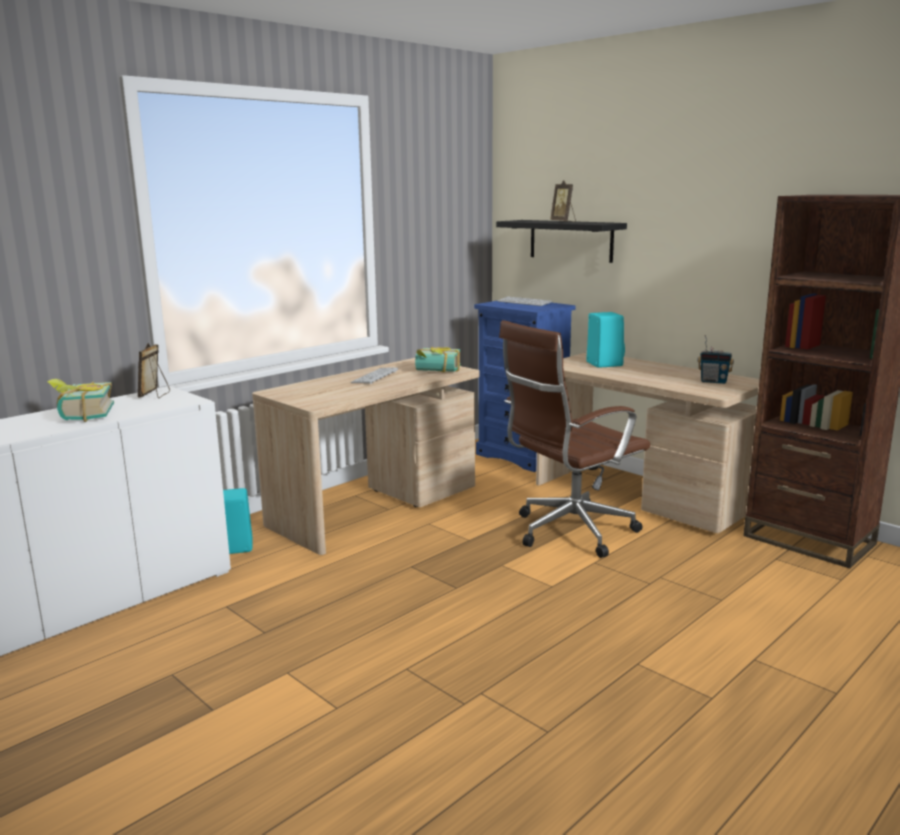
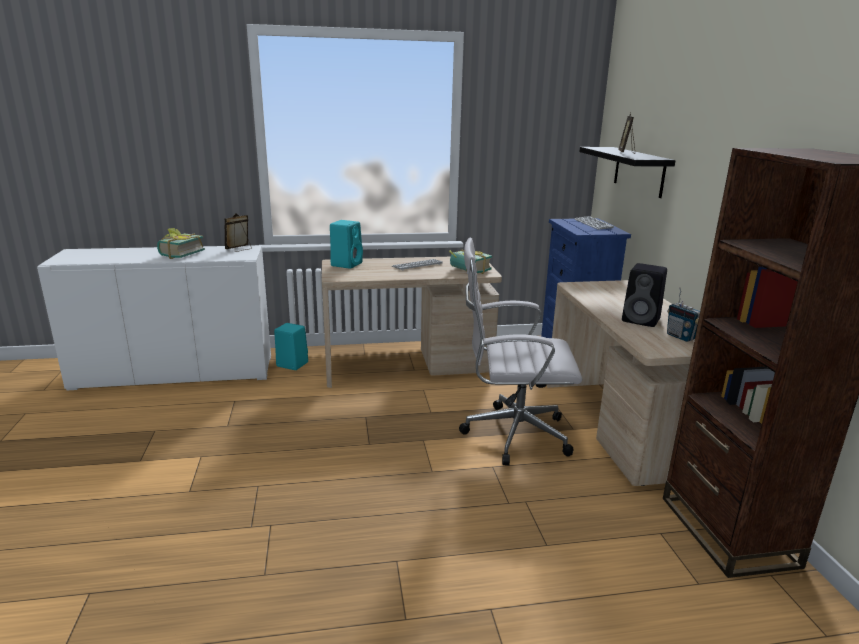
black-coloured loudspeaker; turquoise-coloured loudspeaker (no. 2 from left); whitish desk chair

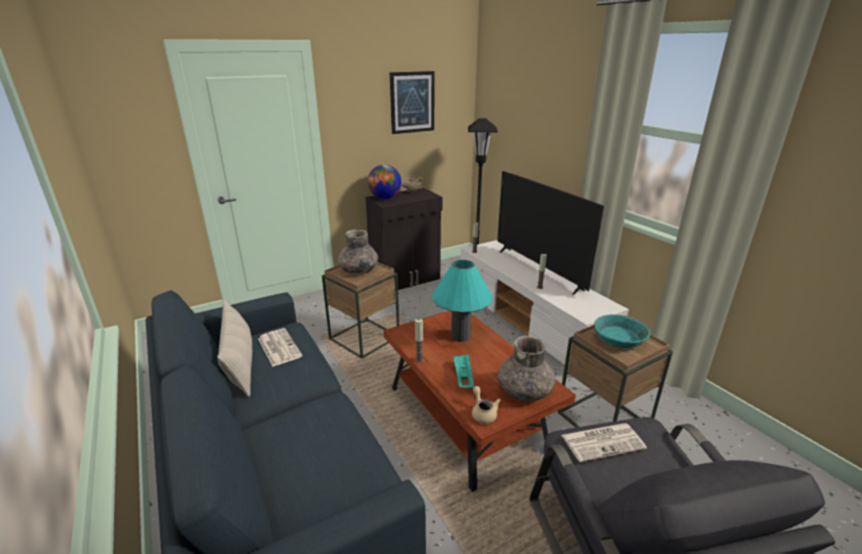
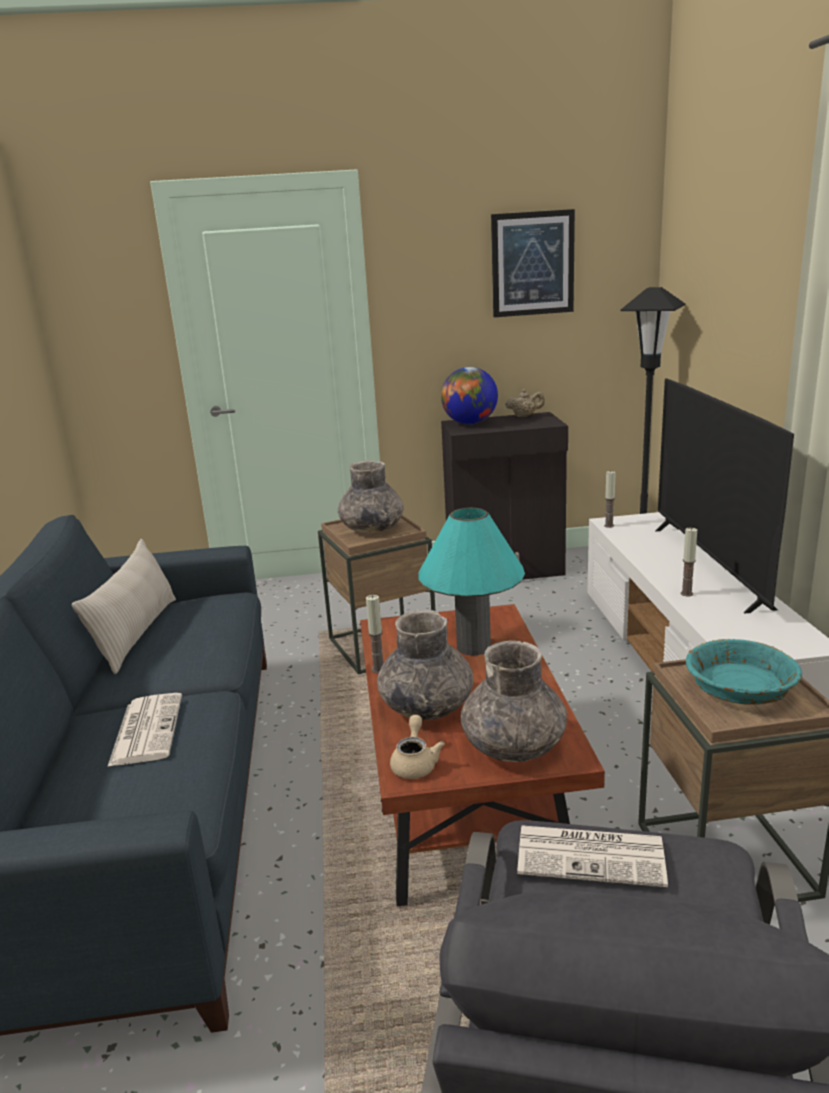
daily paper (no. 1 from left); greyish flower vase (no. 2 from left)

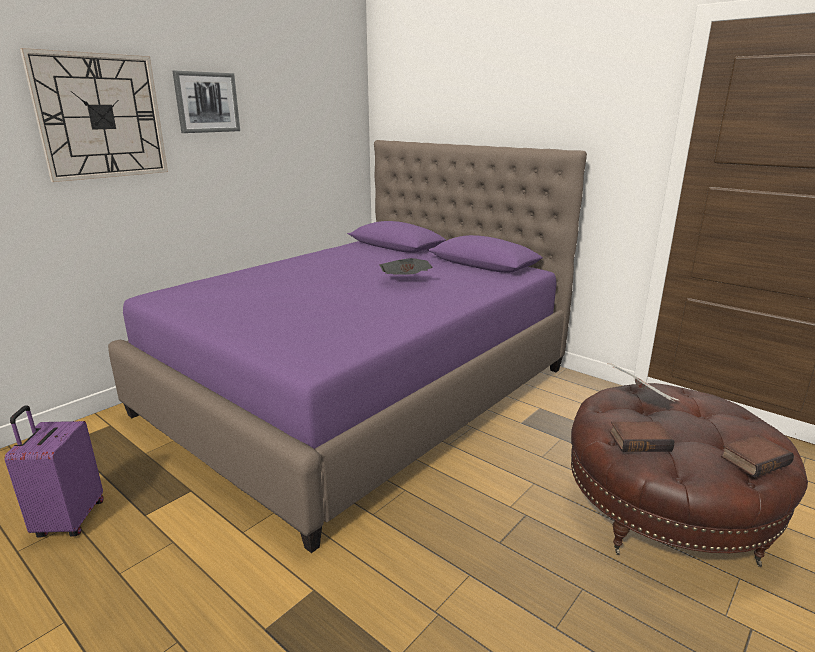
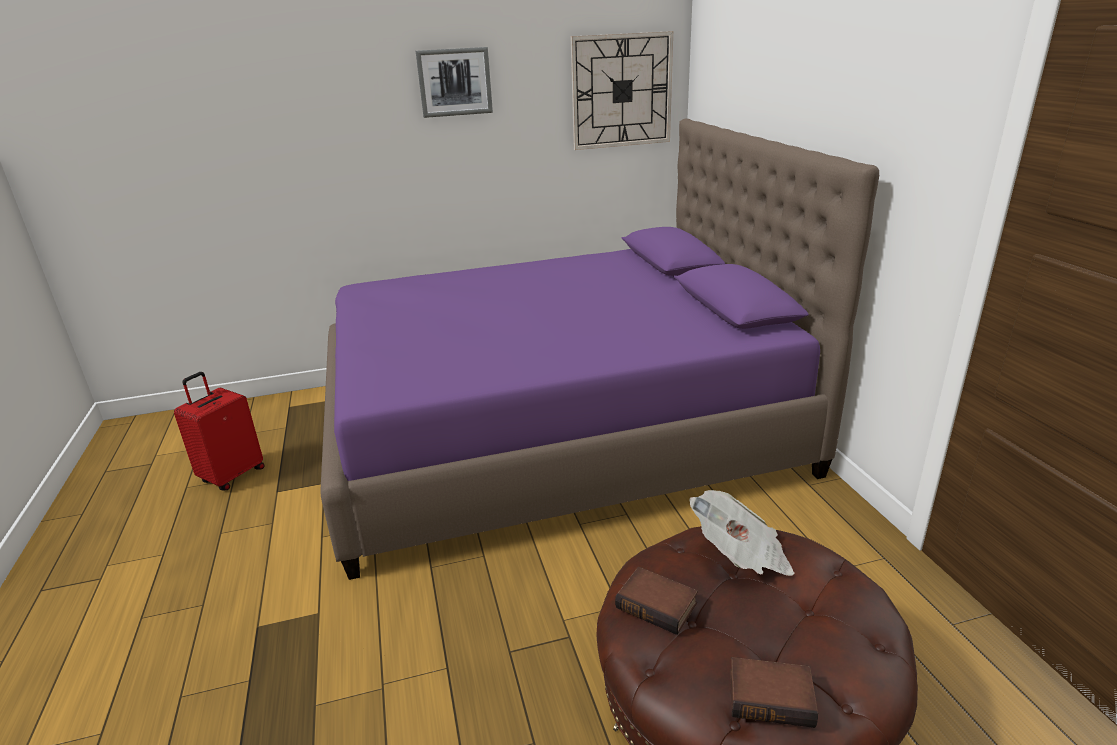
daily paper (no. 1 from left in the first image); clock on the wall; red travel case

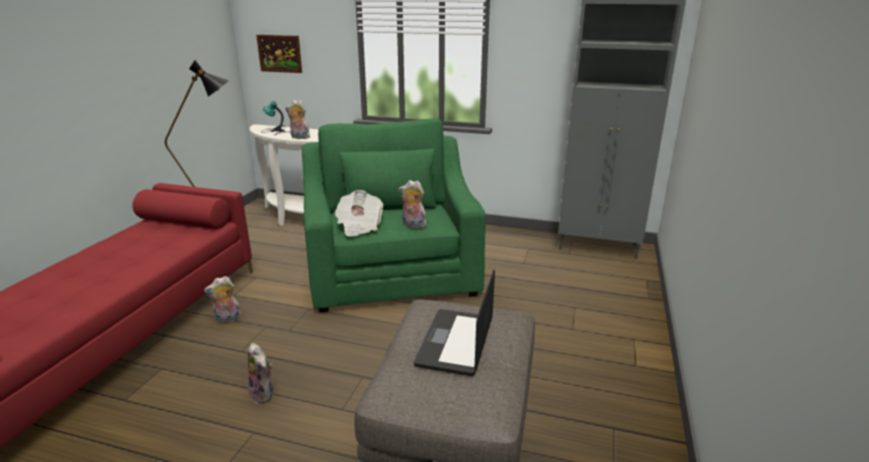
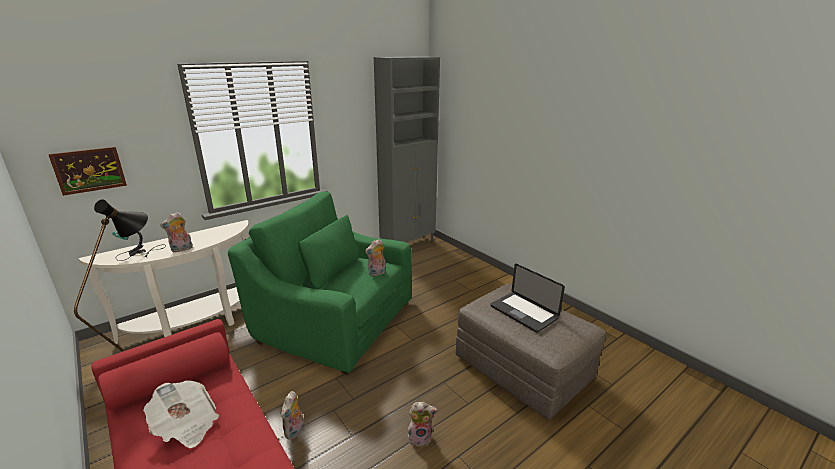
daily paper

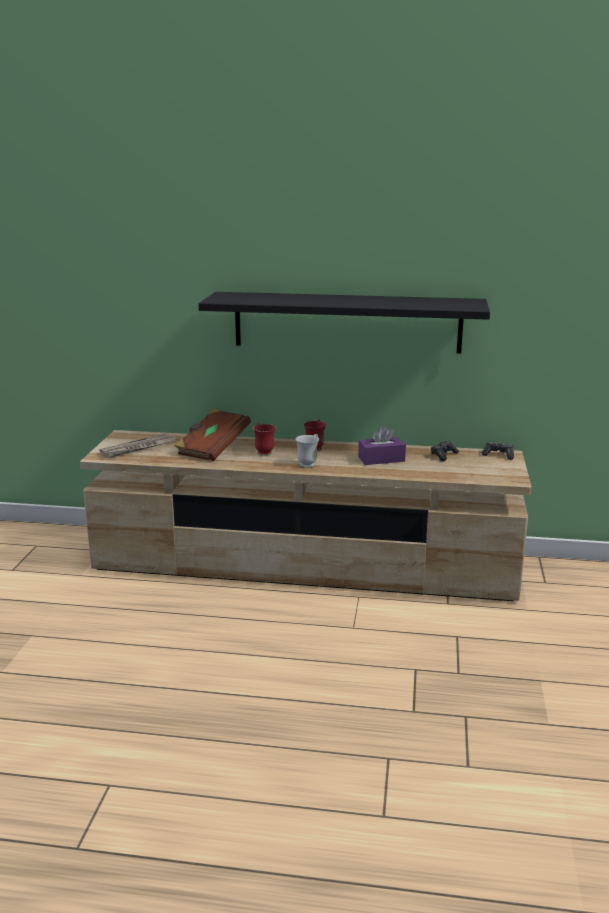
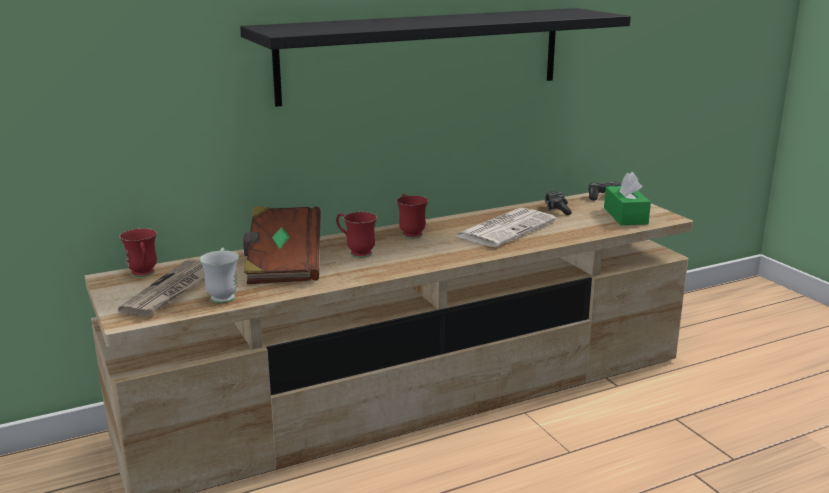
red tea mug (no. 1 from left); green-coloured tissue holder; whitish tea mug; daily paper (no. 2 from left)

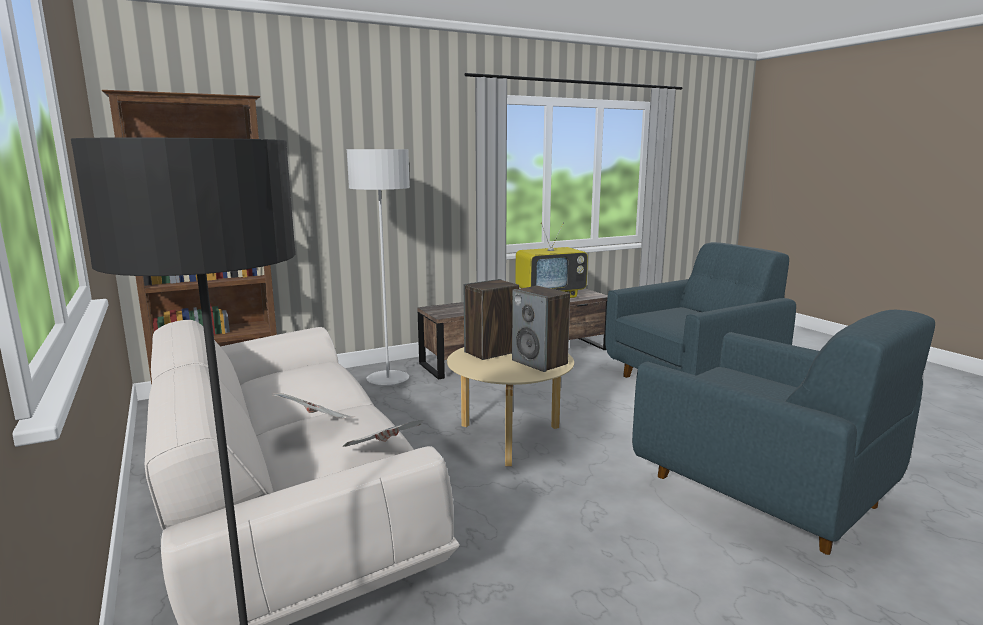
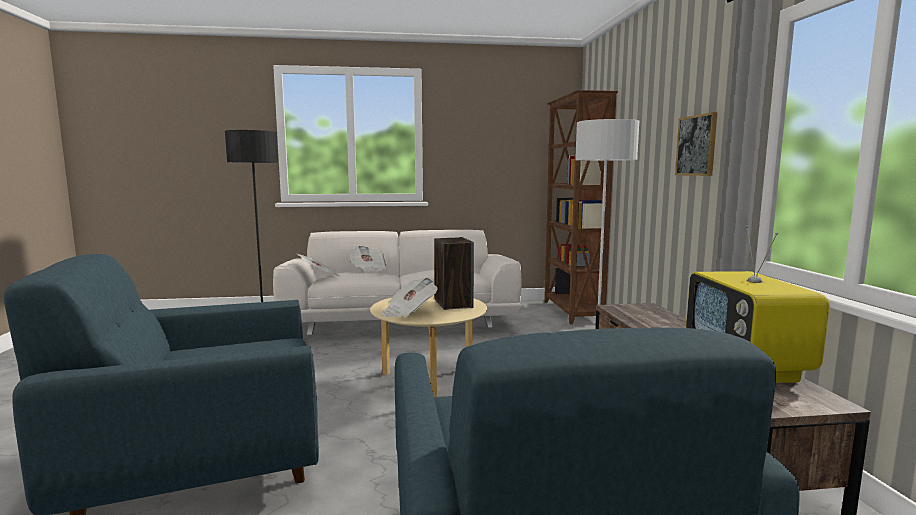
wall picture; daily paper (no. 3 from left)

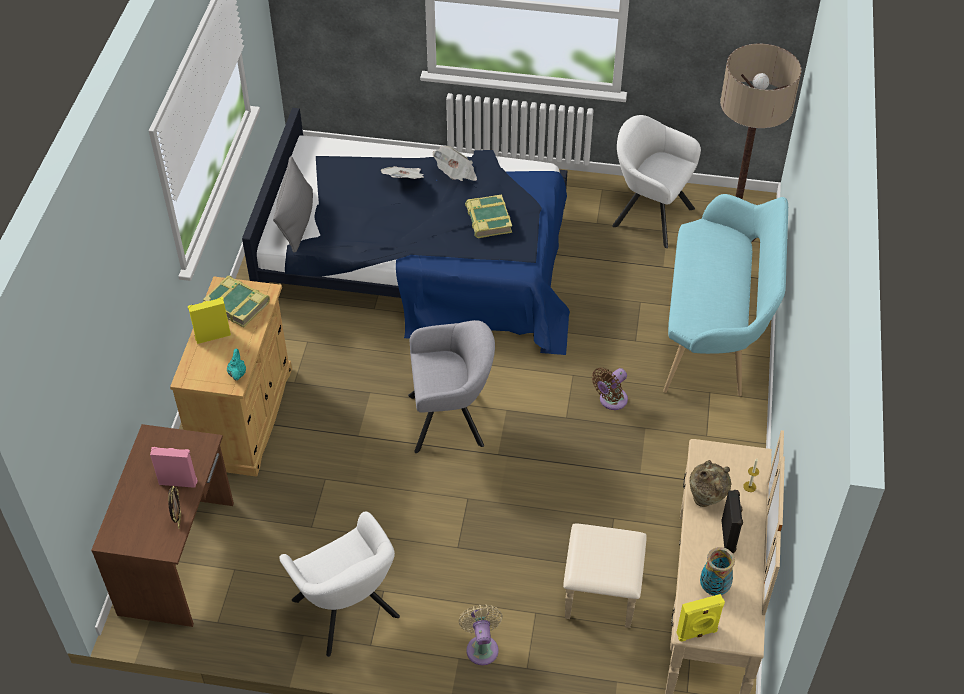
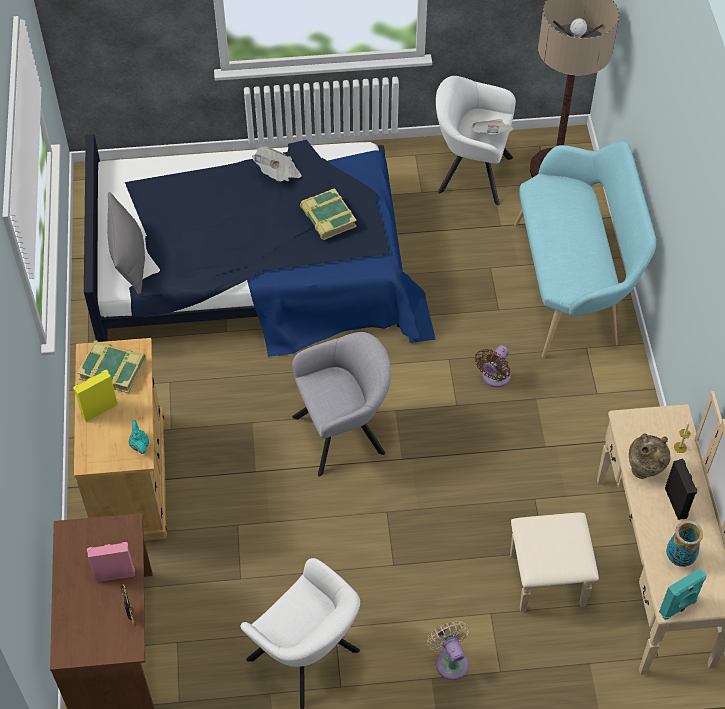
daily paper (no. 2 from left); turquoise-coloured loudspeaker

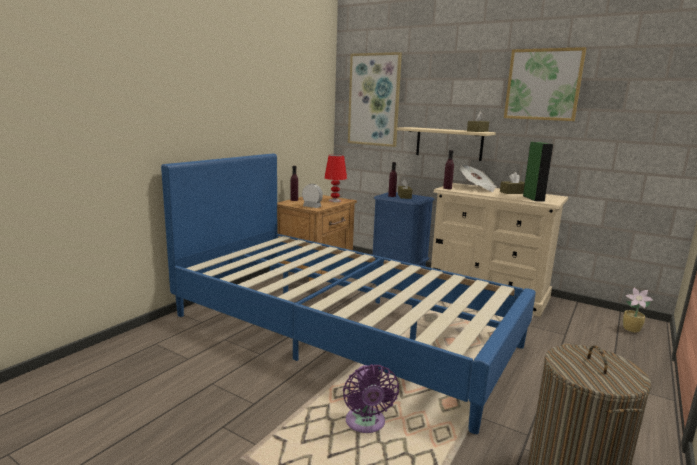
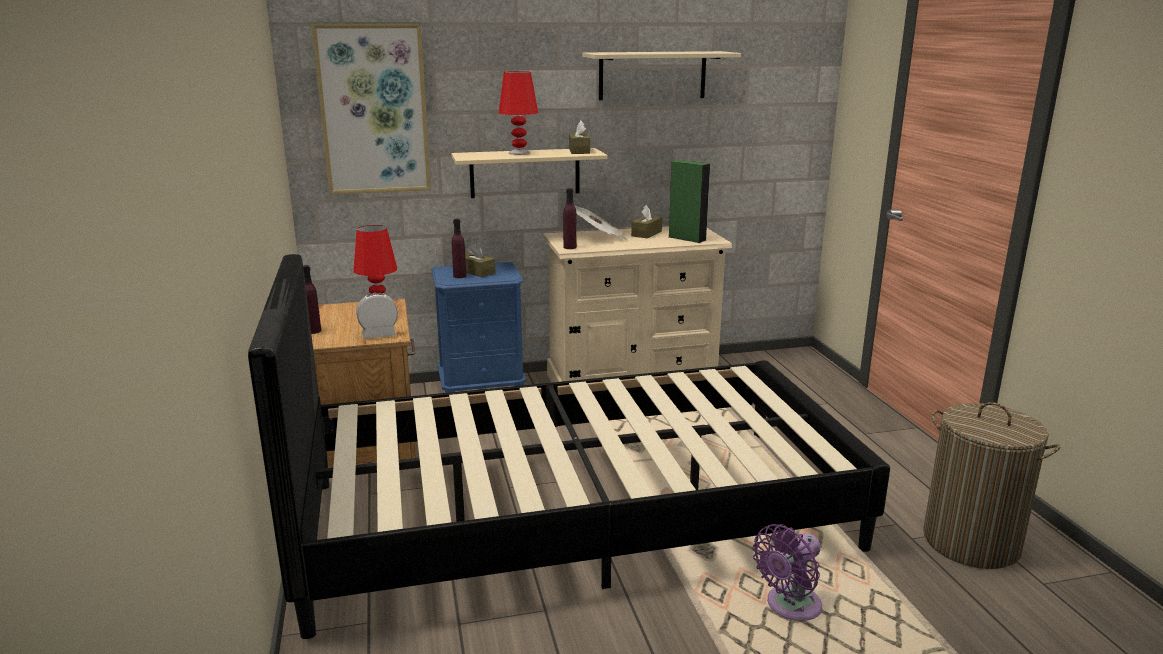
potted plant; red table lamp (no. 2 from left); beige-coloured wall shelf (no. 2 from left); black-coloured sleeping bed; purple electric fan

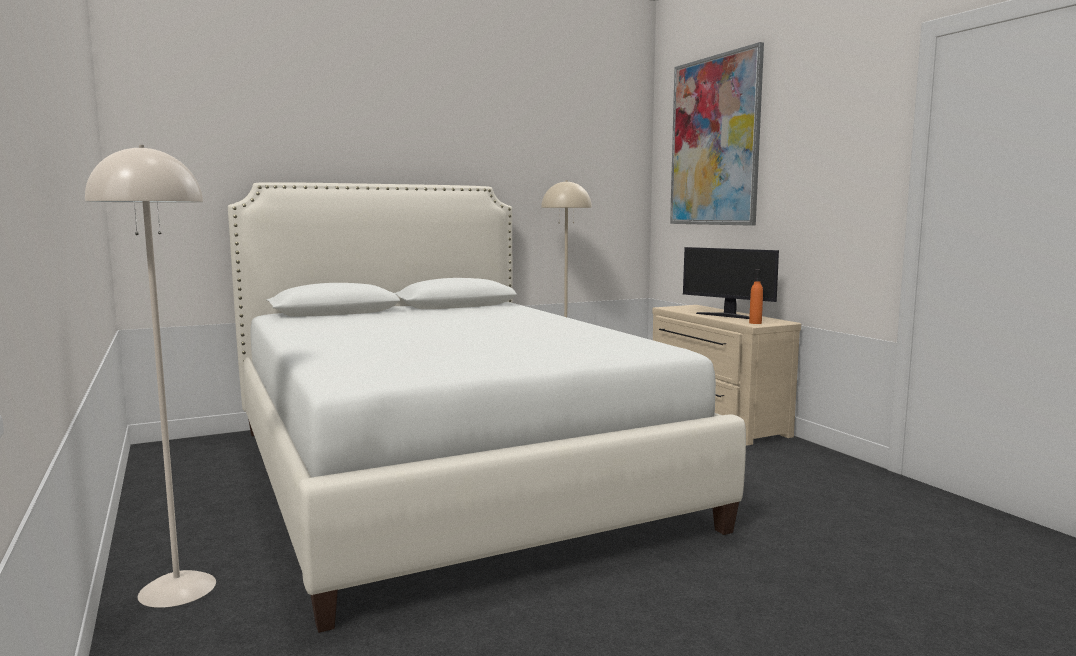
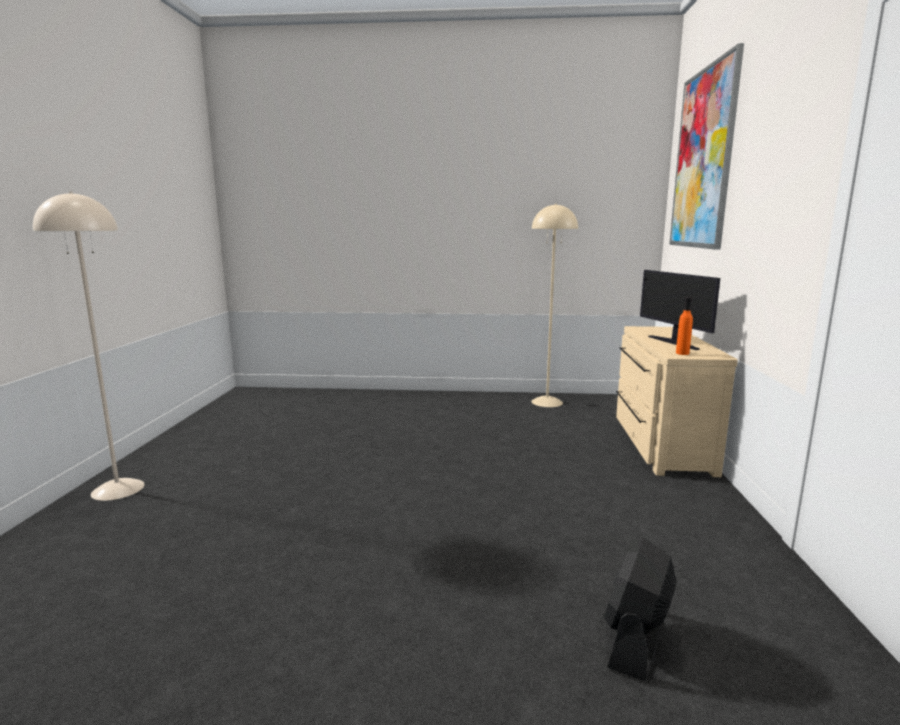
whitish sleeping bed; black-coloured electric fan

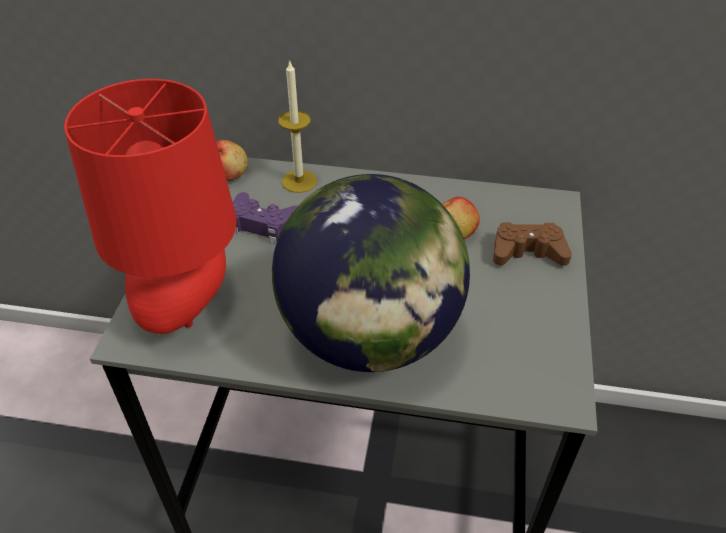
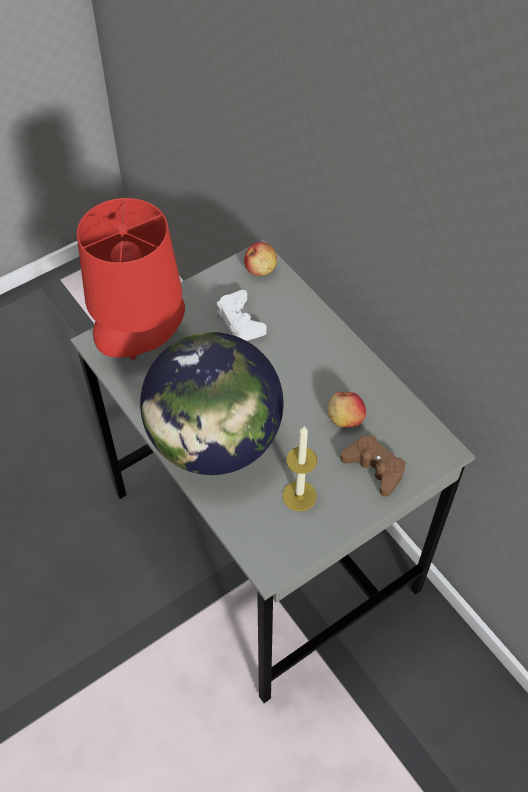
candle; whitish game controller

